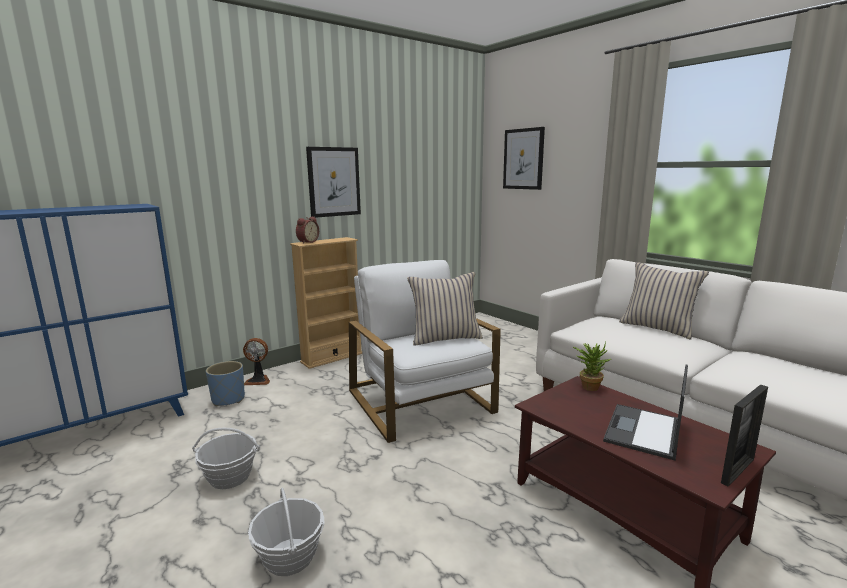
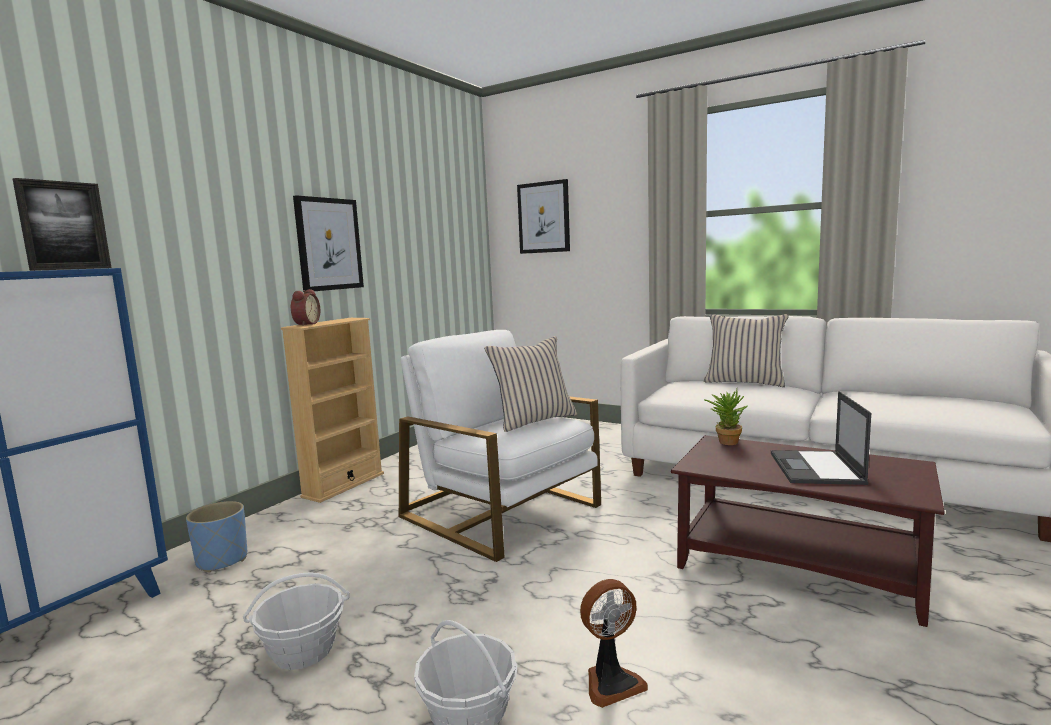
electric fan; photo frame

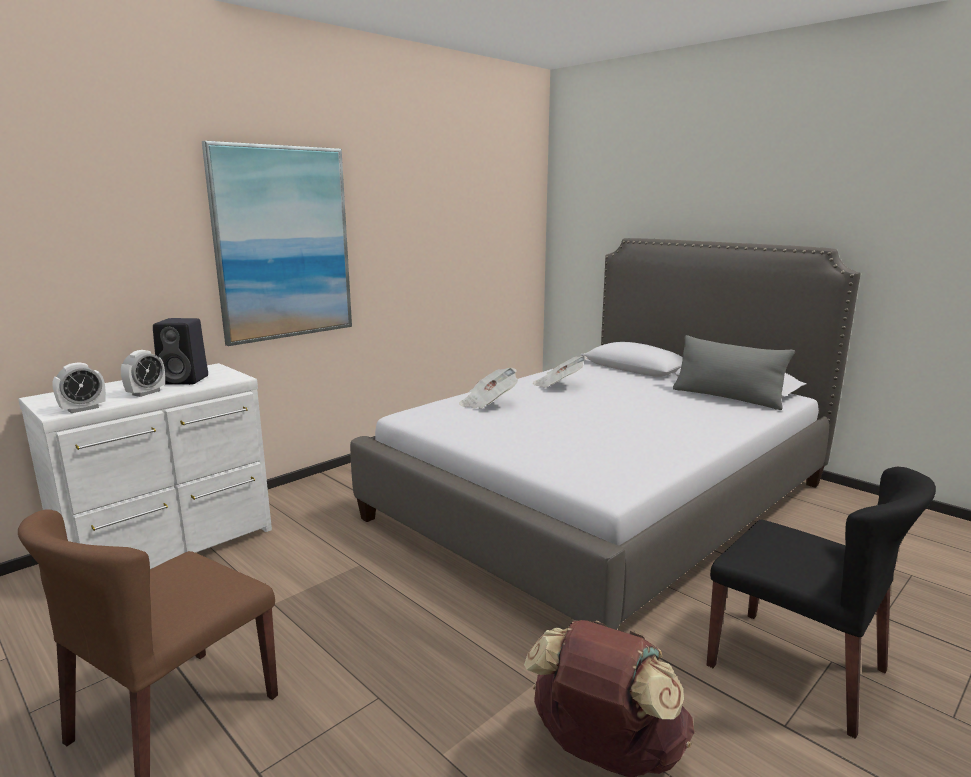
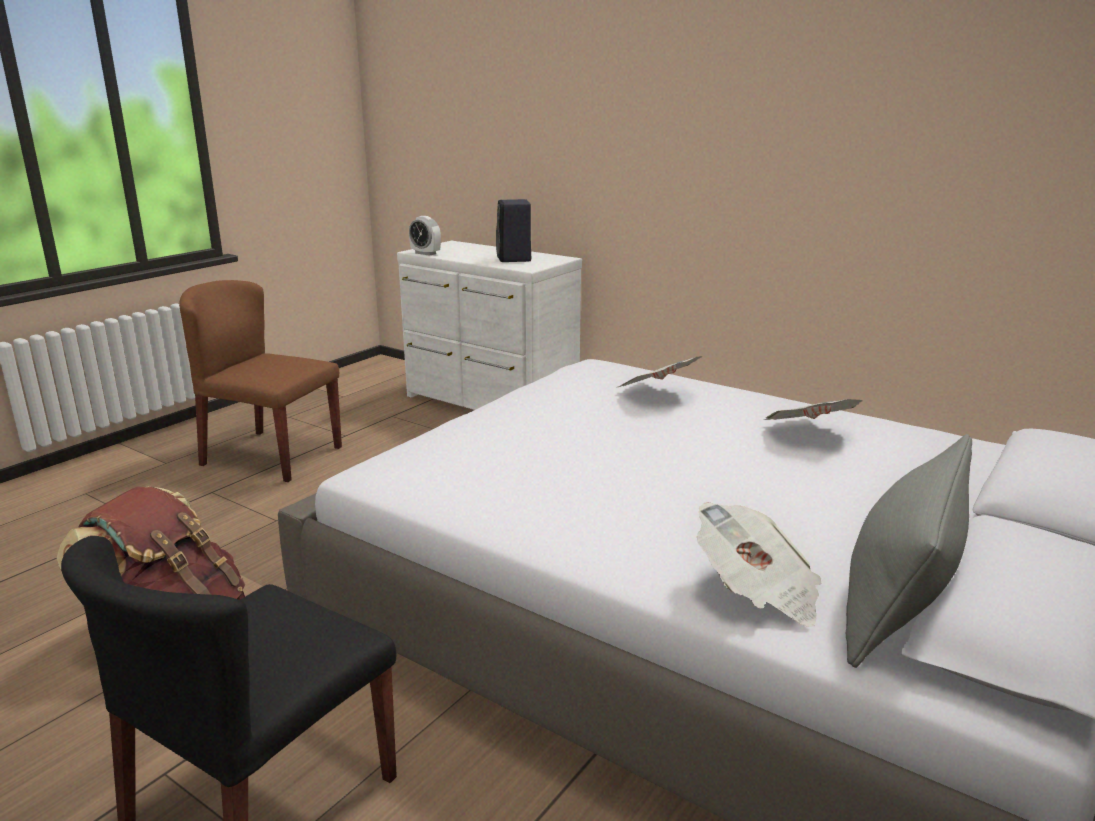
alarm clock (no. 2 from left in the first image); wall picture; daily paper (no. 2 from left)

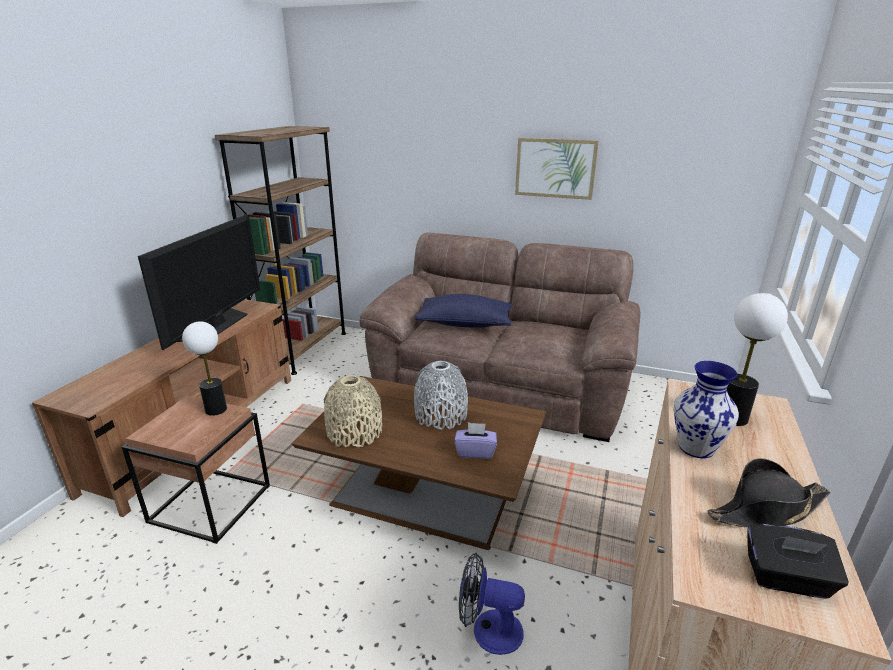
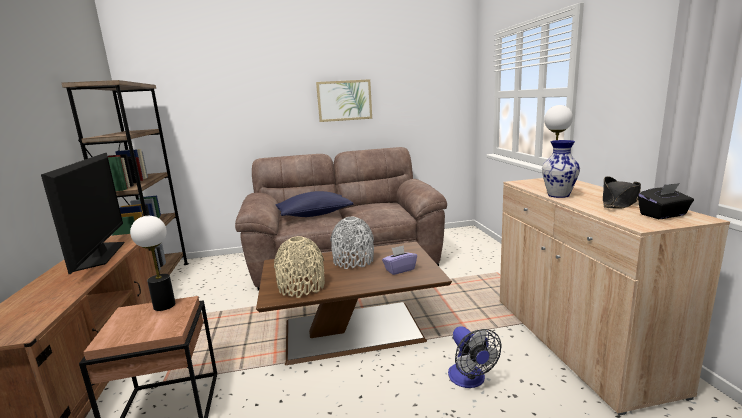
electric fan

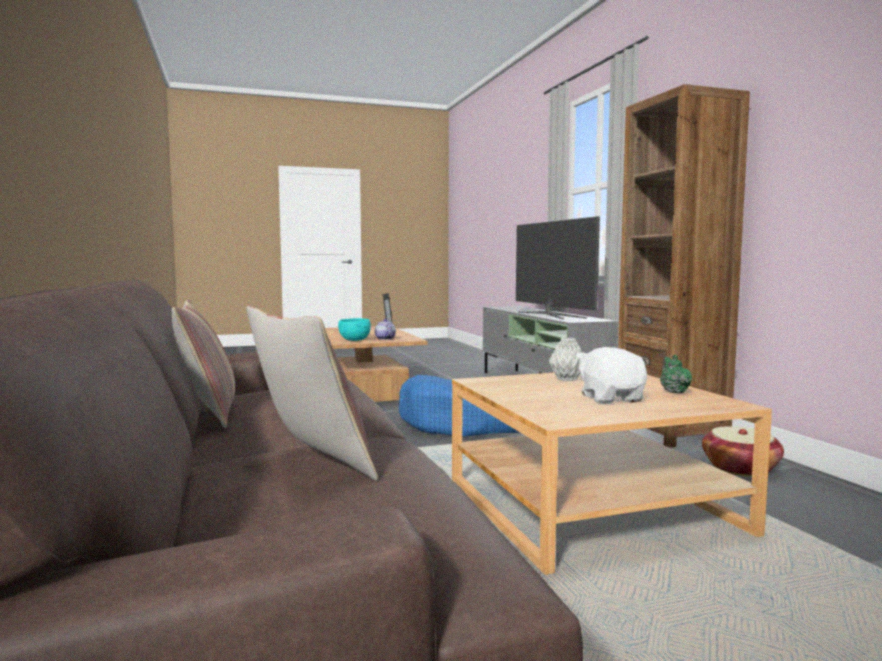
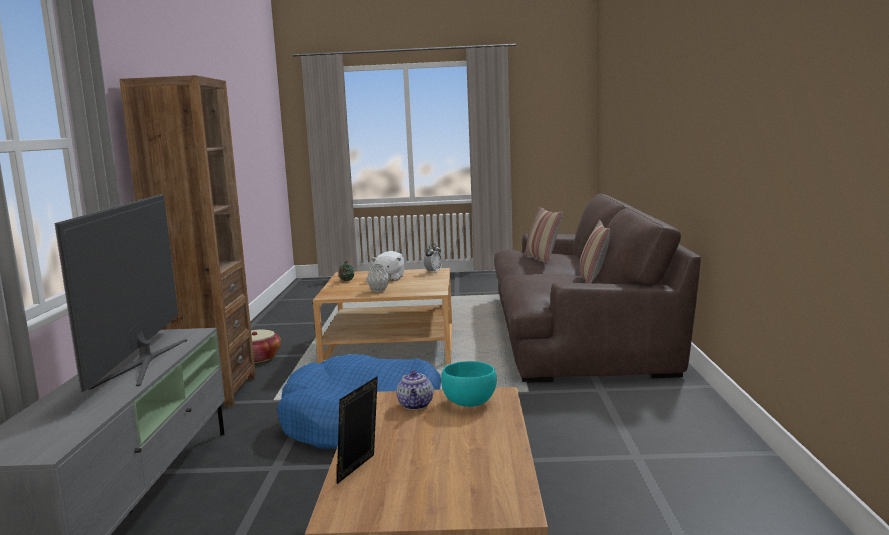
alarm clock

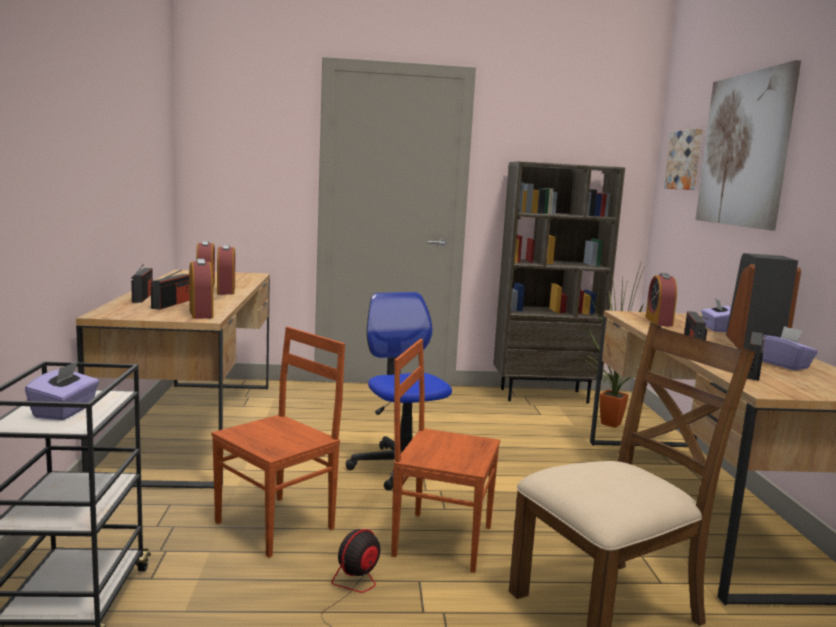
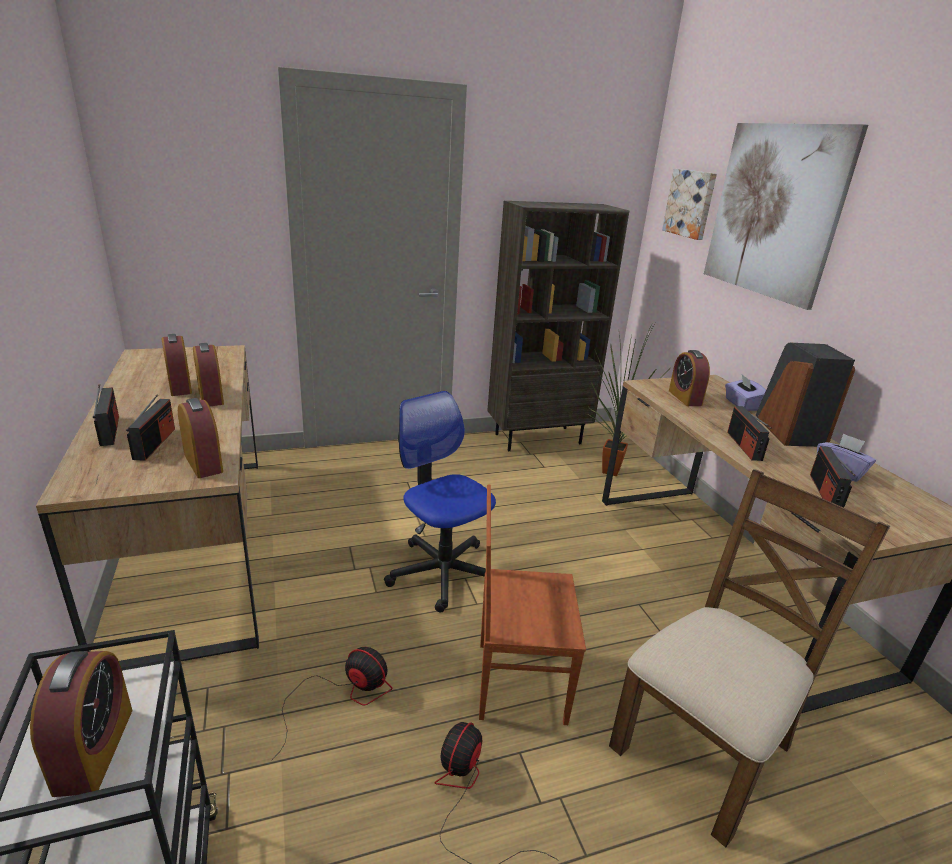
alarm clock (no. 1 from left); electric fan (no. 1 from left)

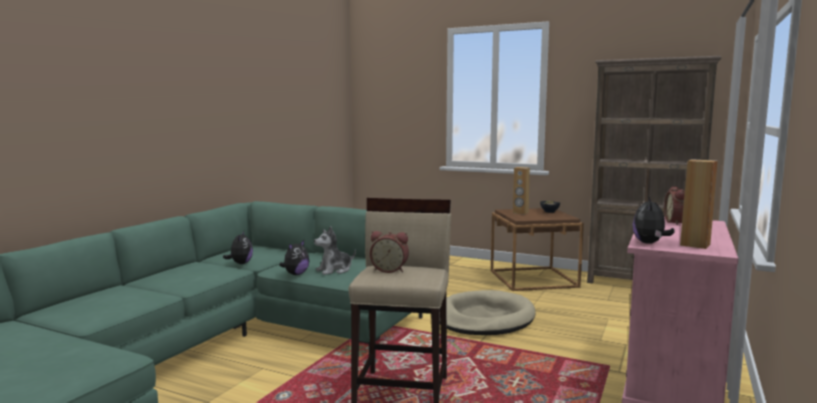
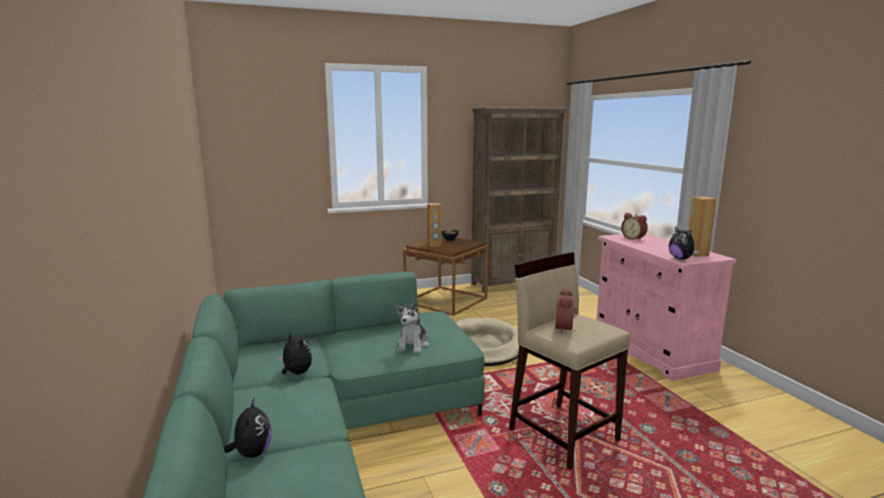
soft toy (no. 1 from left); alarm clock (no. 1 from left)

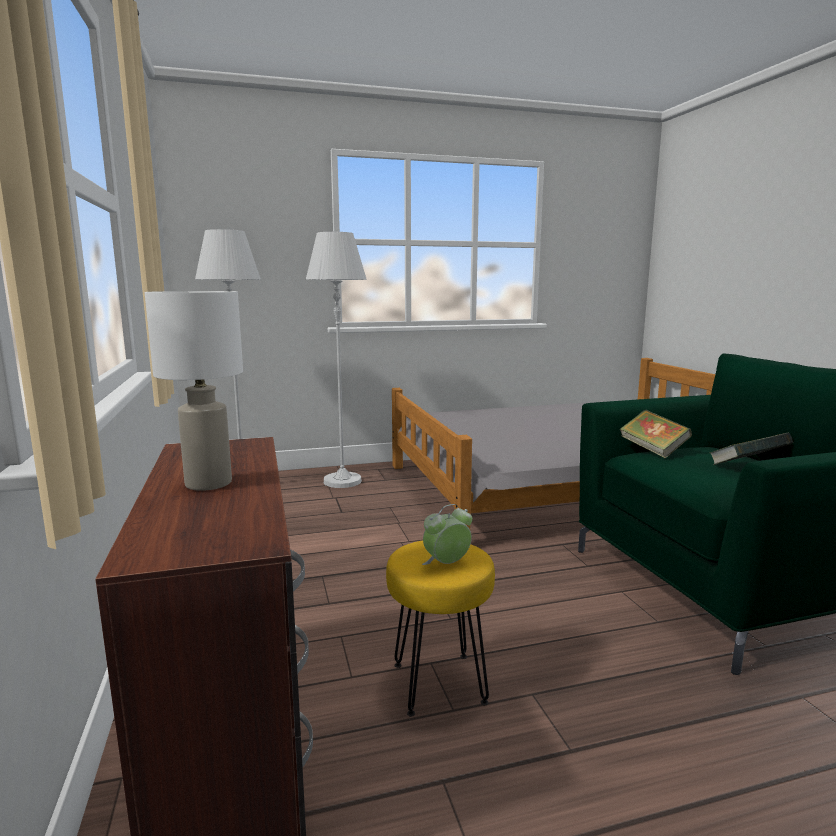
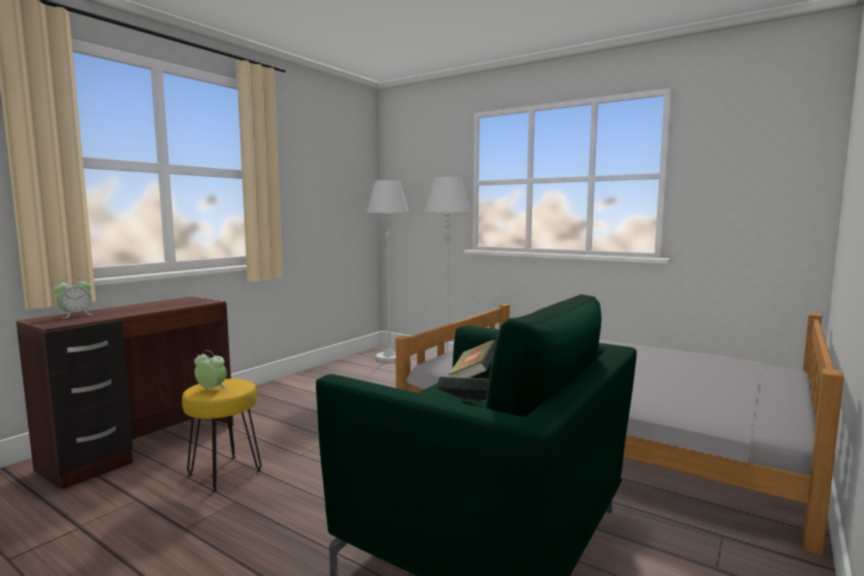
whitish table lamp; alarm clock (no. 1 from left)

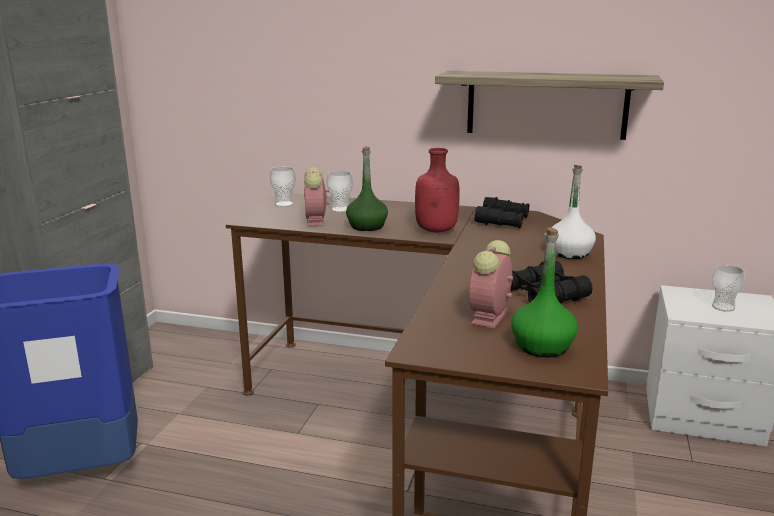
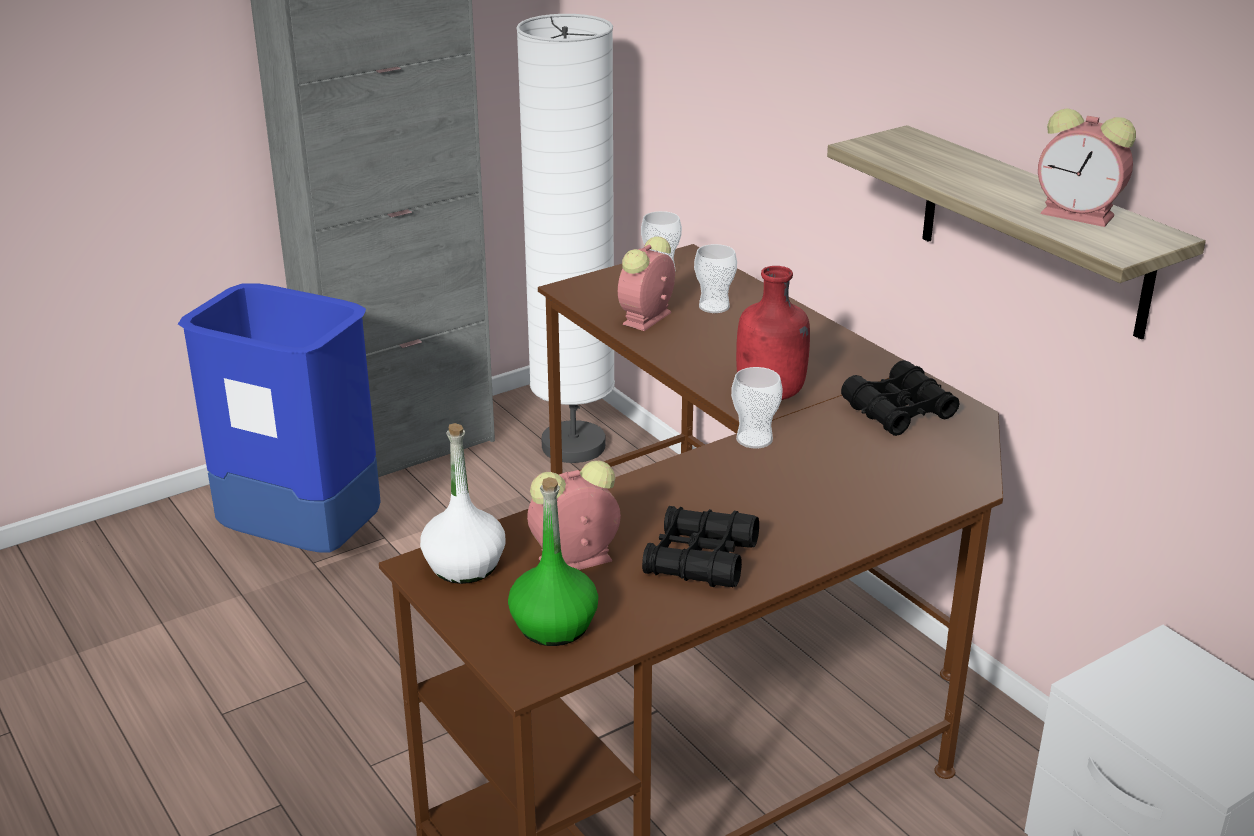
green-coloured bottle (no. 1 from left in the first image); whitish standing lamp; alarm clock (no. 3 from left); whitish bottle; cup (no. 3 from left)

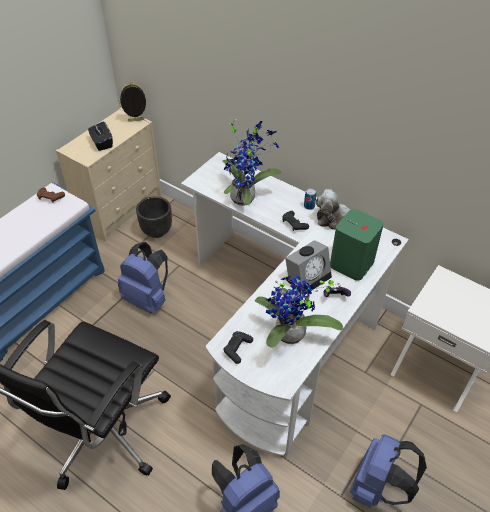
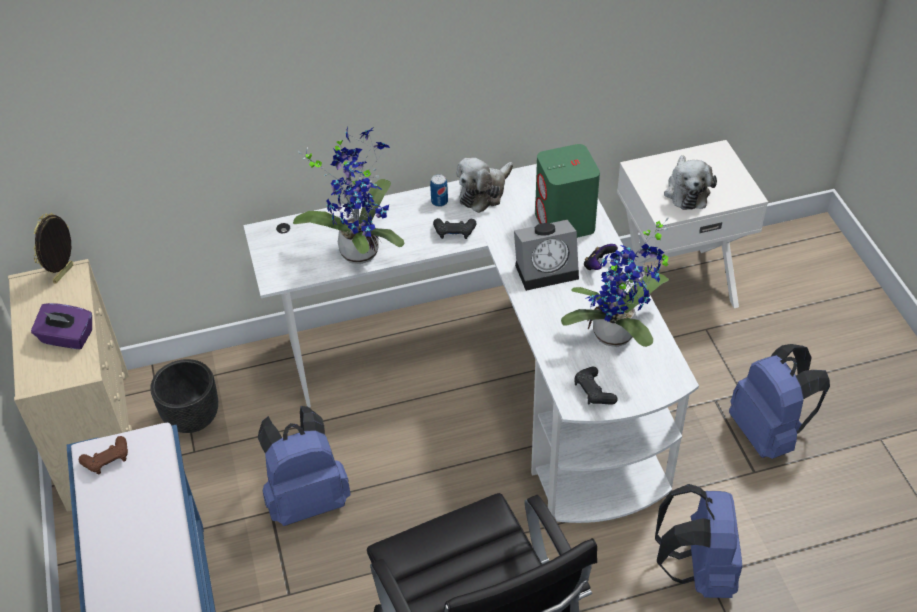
soft toy (no. 2 from left); purple tissue holder; alarm clock

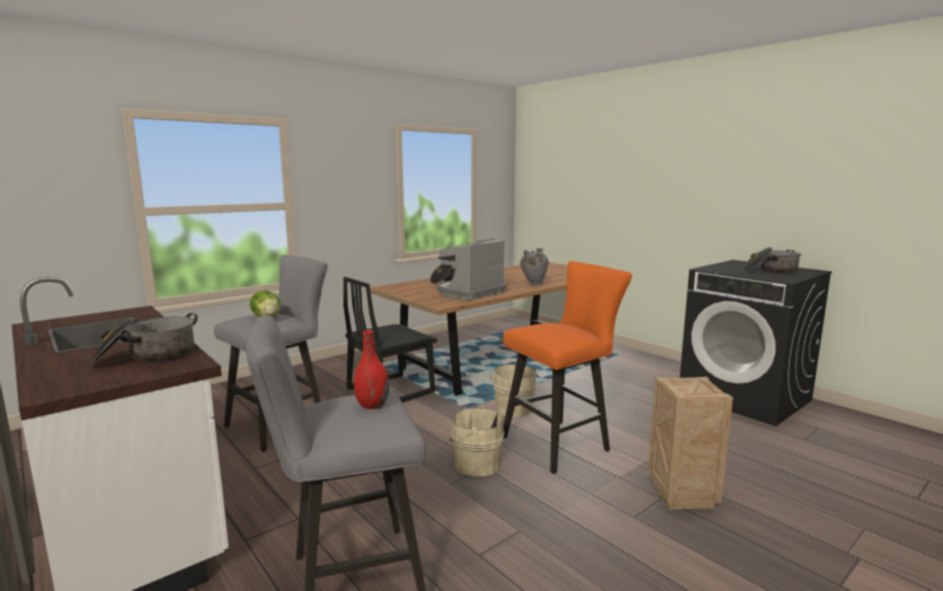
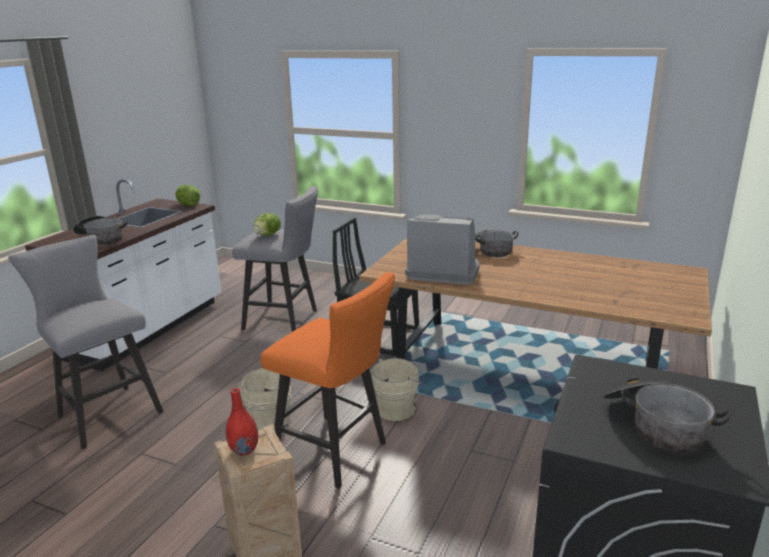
greyish flower vase; head of lettuce (no. 1 from left); red flower vase

